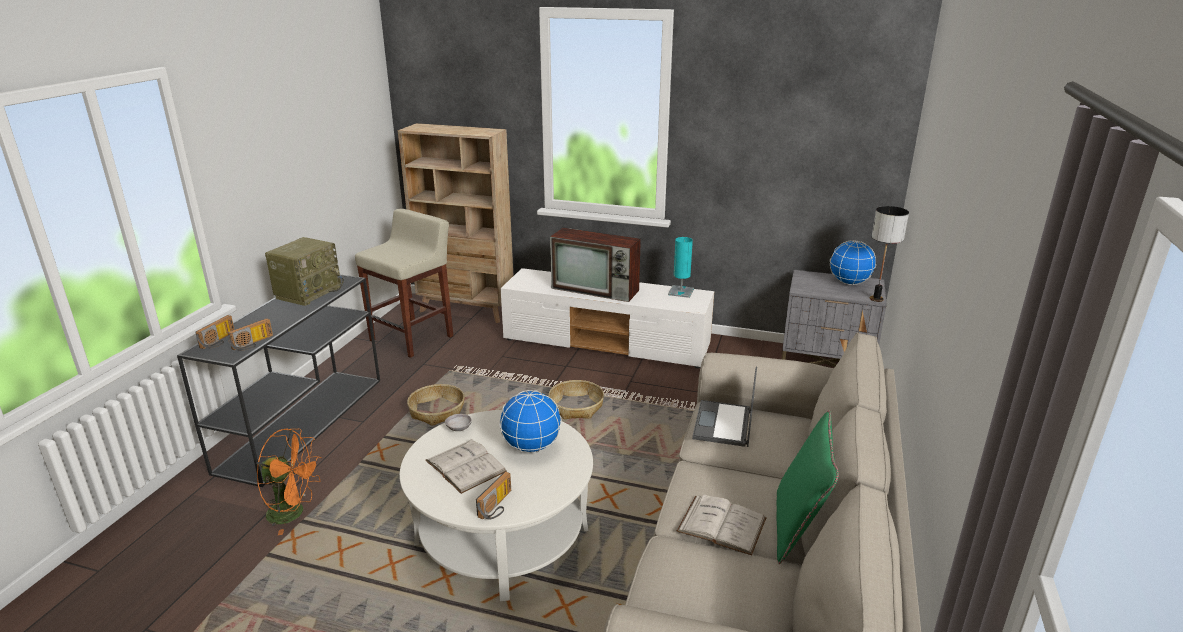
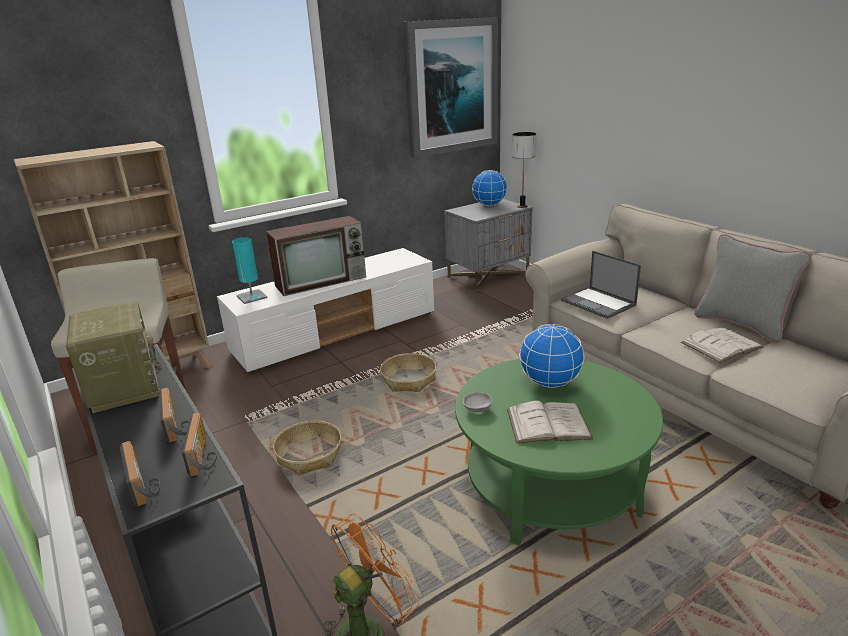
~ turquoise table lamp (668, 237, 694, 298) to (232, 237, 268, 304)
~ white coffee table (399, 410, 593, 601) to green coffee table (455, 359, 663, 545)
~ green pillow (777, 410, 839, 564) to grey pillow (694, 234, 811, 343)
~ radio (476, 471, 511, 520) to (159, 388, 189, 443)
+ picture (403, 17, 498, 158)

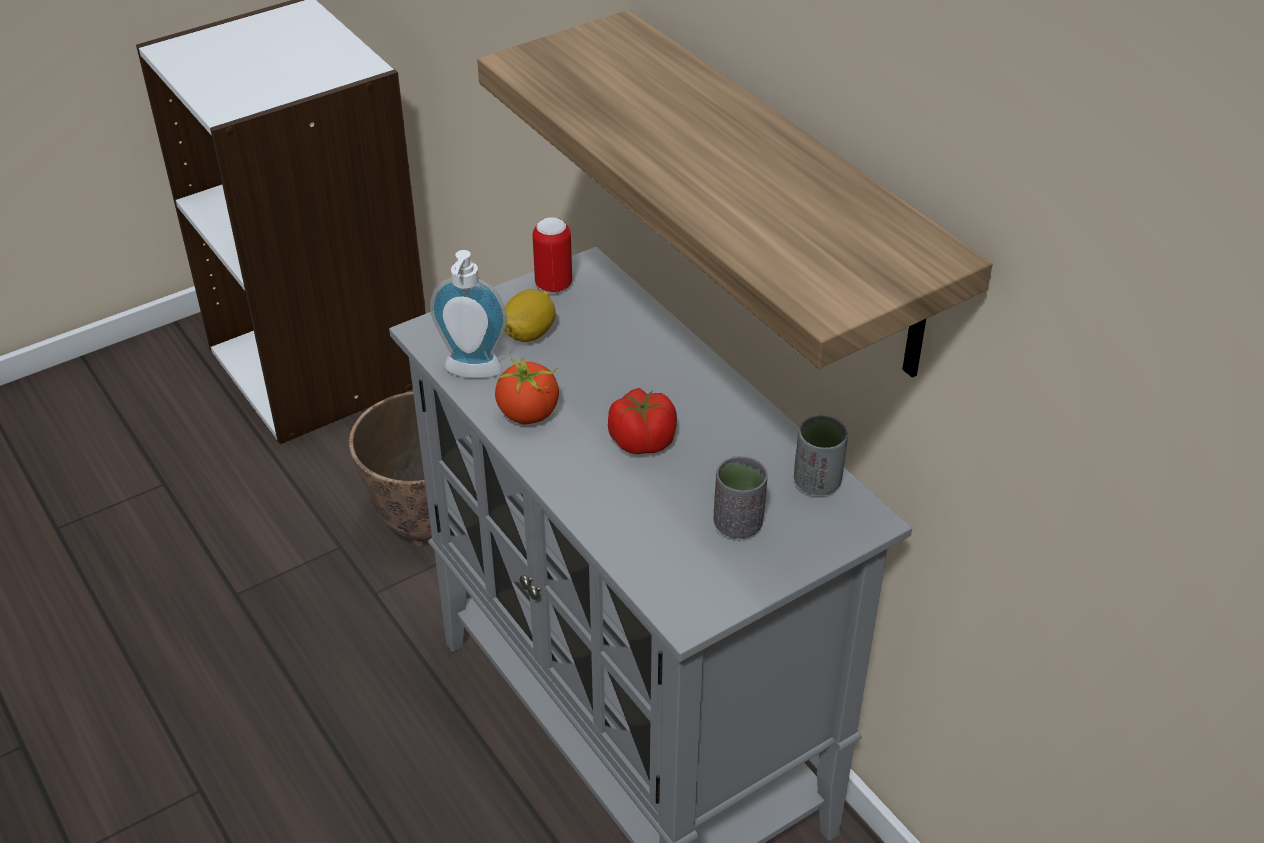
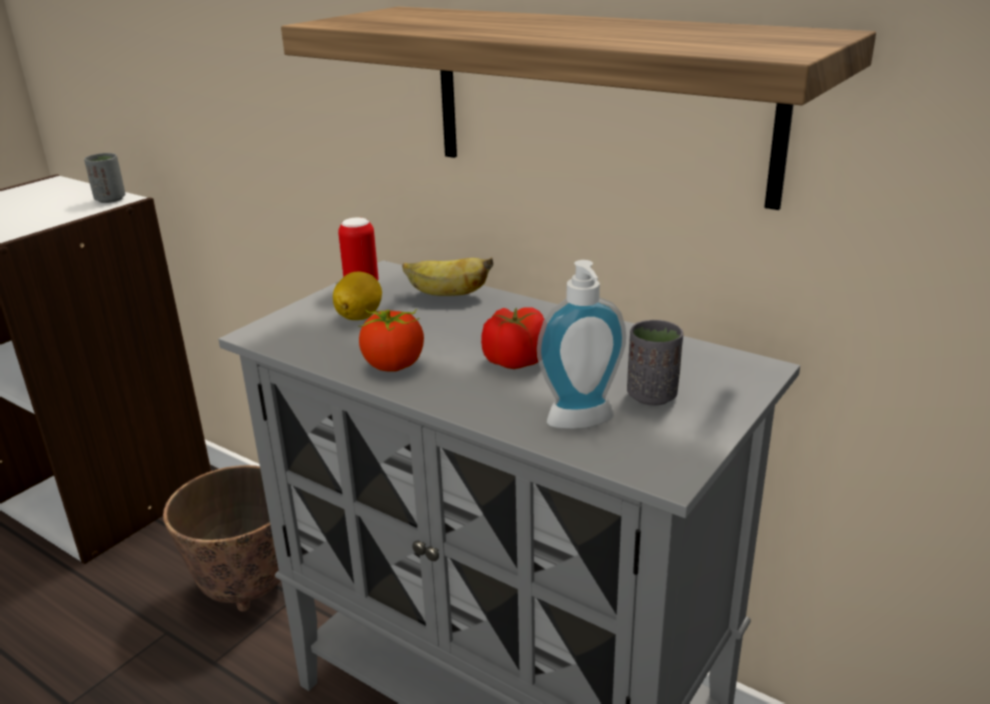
~ soap dispenser (430, 250, 507, 378) to (537, 260, 626, 429)
~ grey cup (794, 415, 848, 495) to (84, 153, 125, 203)
+ banana (402, 257, 493, 296)

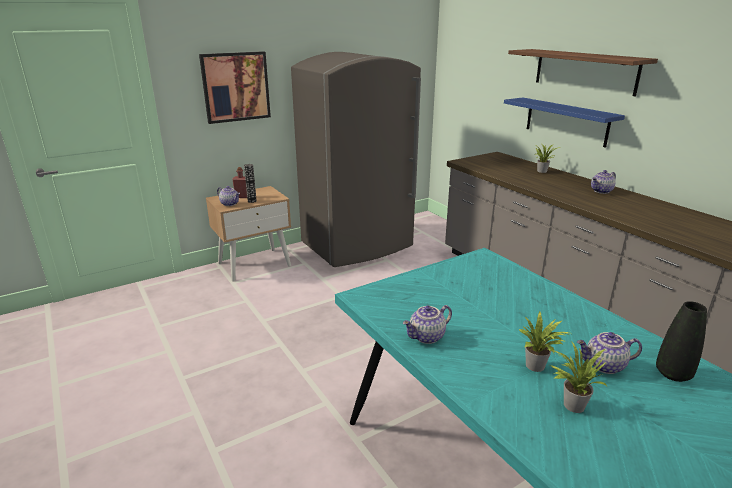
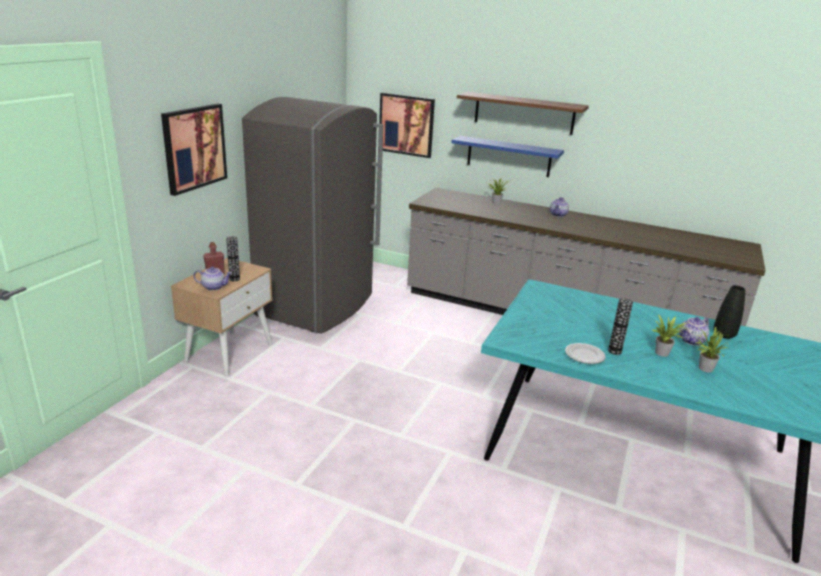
~ teapot (403, 305, 452, 344) to plate (565, 343, 606, 364)
+ picture (379, 93, 435, 158)
+ vase (608, 298, 633, 355)

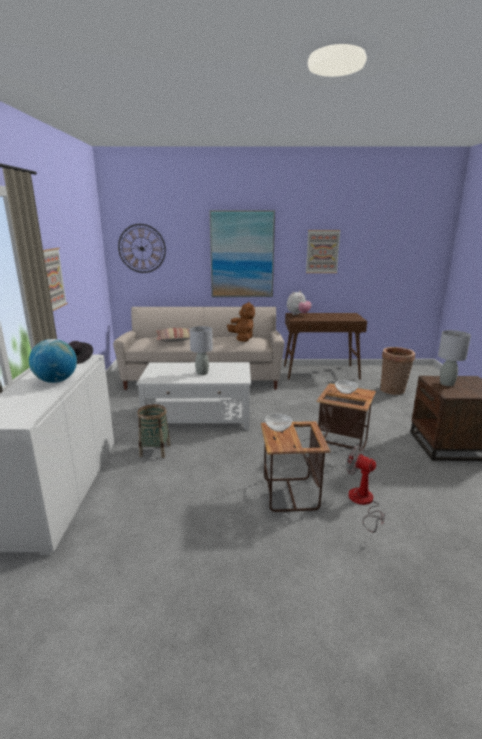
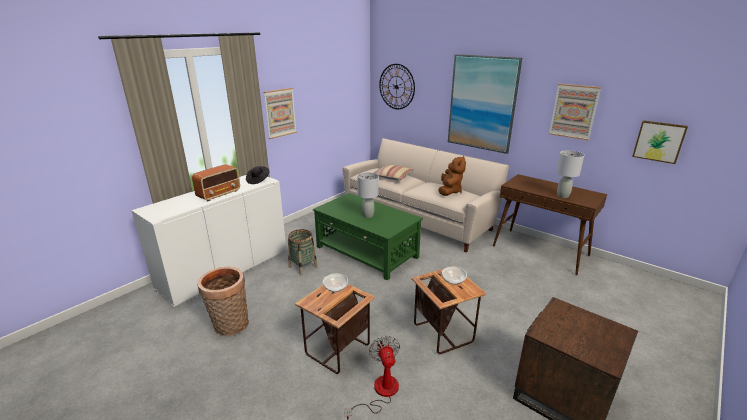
- plush toy (287, 291, 312, 315)
~ grey table lamp (438, 330, 471, 386) to (556, 150, 584, 198)
~ globe (29, 339, 77, 383) to radio (192, 164, 240, 201)
~ basket (380, 347, 415, 395) to (197, 267, 249, 336)
~ white coffee table (136, 362, 251, 430) to green coffee table (313, 193, 423, 281)
+ picture (632, 120, 688, 164)

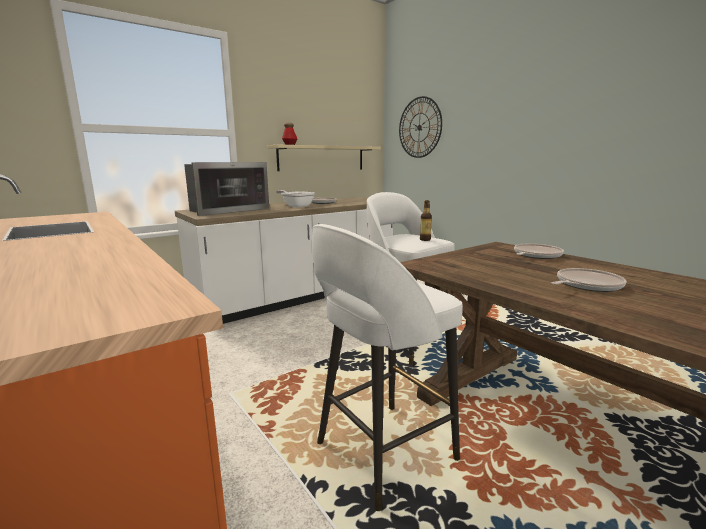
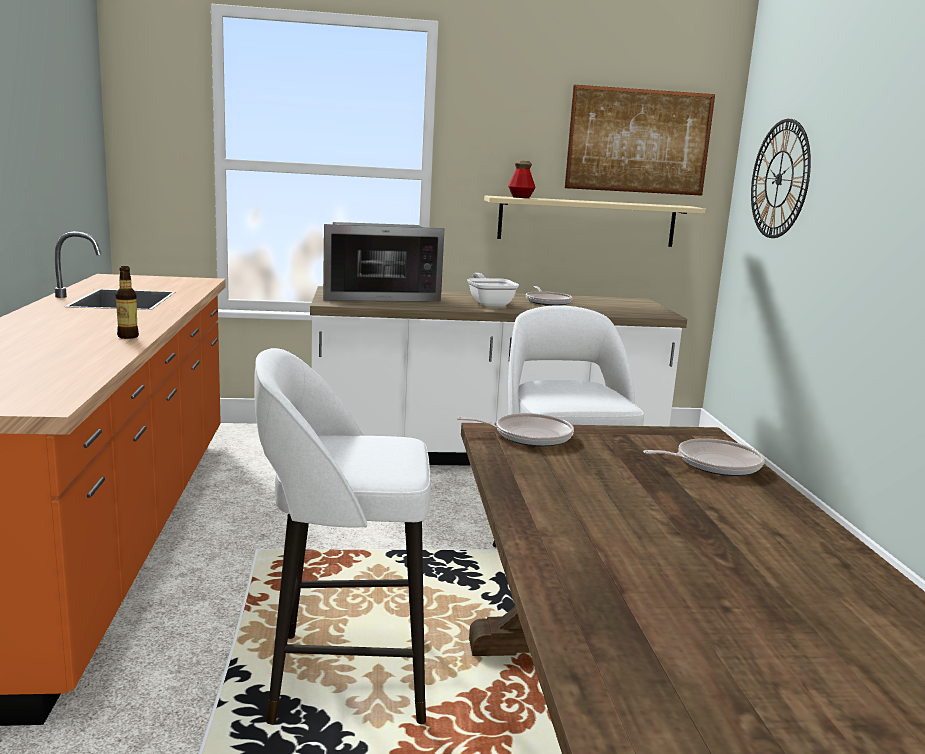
~ bottle (420, 200, 432, 241) to (116, 266, 139, 339)
~ frying pan (552, 268, 626, 292) to (457, 413, 574, 446)
+ picture (565, 85, 715, 196)

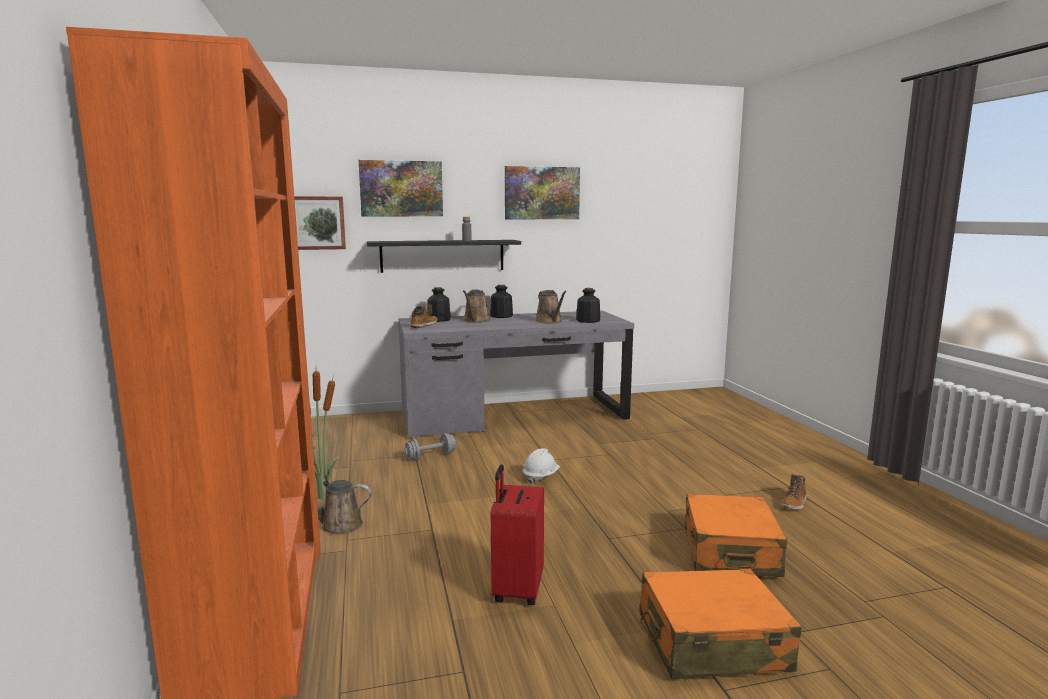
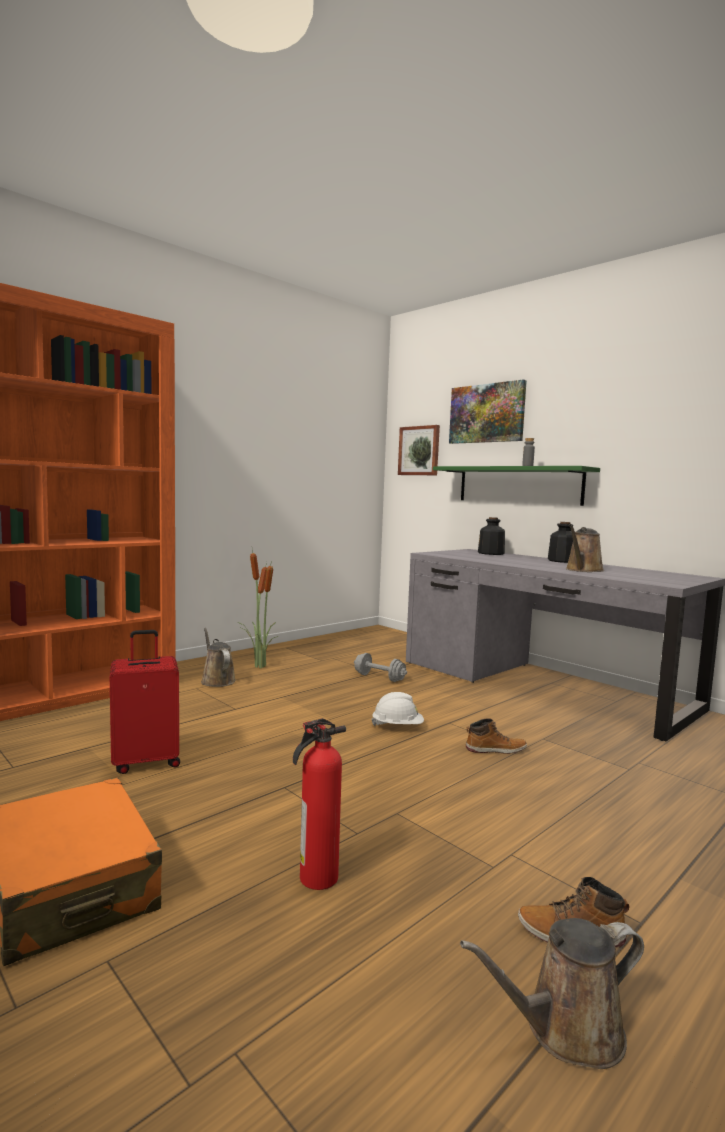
- picture (505, 166, 580, 219)
~ black shelf (367, 240, 521, 273) to green shelf (433, 466, 600, 506)
- bottle (576, 288, 600, 323)
~ brown watering can (463, 290, 490, 323) to (460, 918, 644, 1069)
~ boot (410, 306, 437, 328) to (466, 718, 527, 754)
~ orange suitcase (684, 494, 787, 577) to fire extinguisher (293, 718, 346, 890)

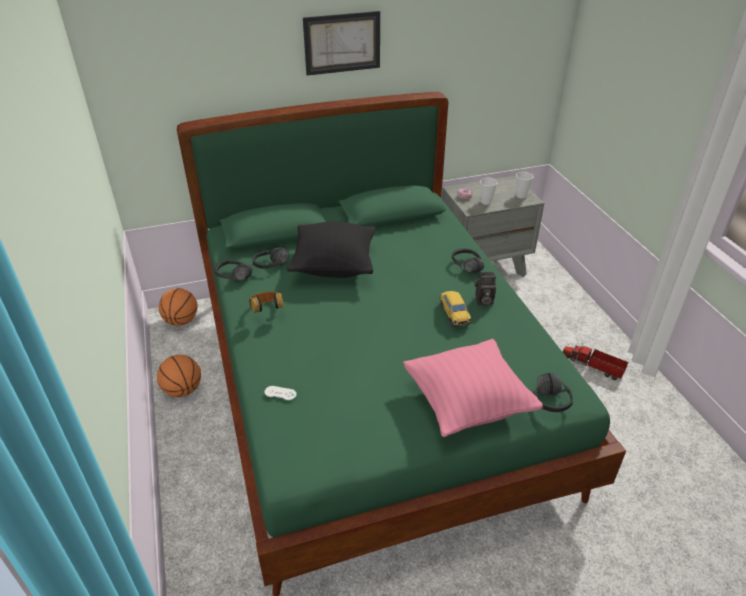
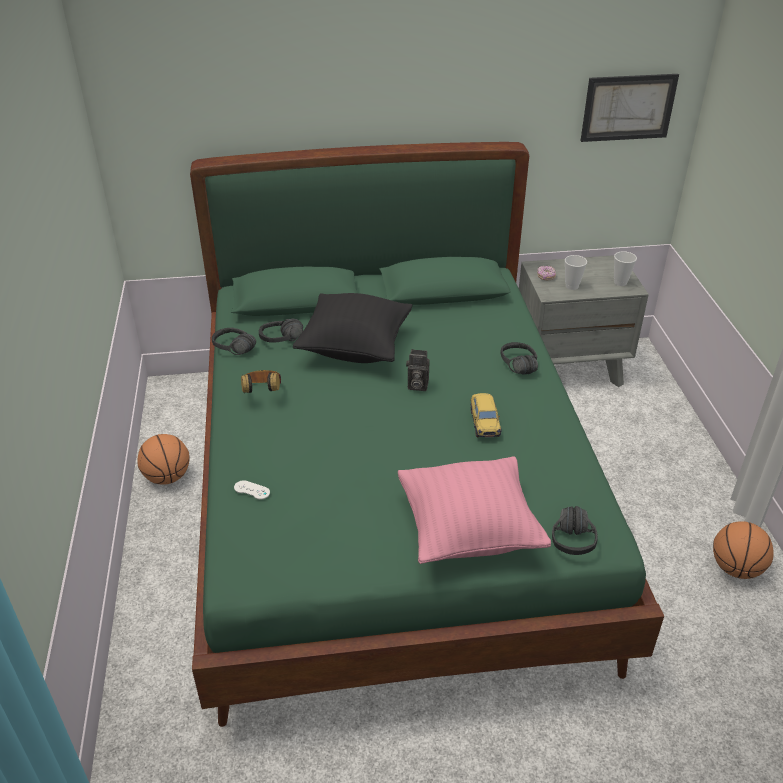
~ picture (303, 11, 380, 76) to (581, 74, 679, 142)
~ photo camera (474, 272, 496, 306) to (406, 349, 430, 391)
~ basketball (159, 288, 198, 326) to (713, 521, 774, 579)
- toy truck (563, 343, 628, 380)

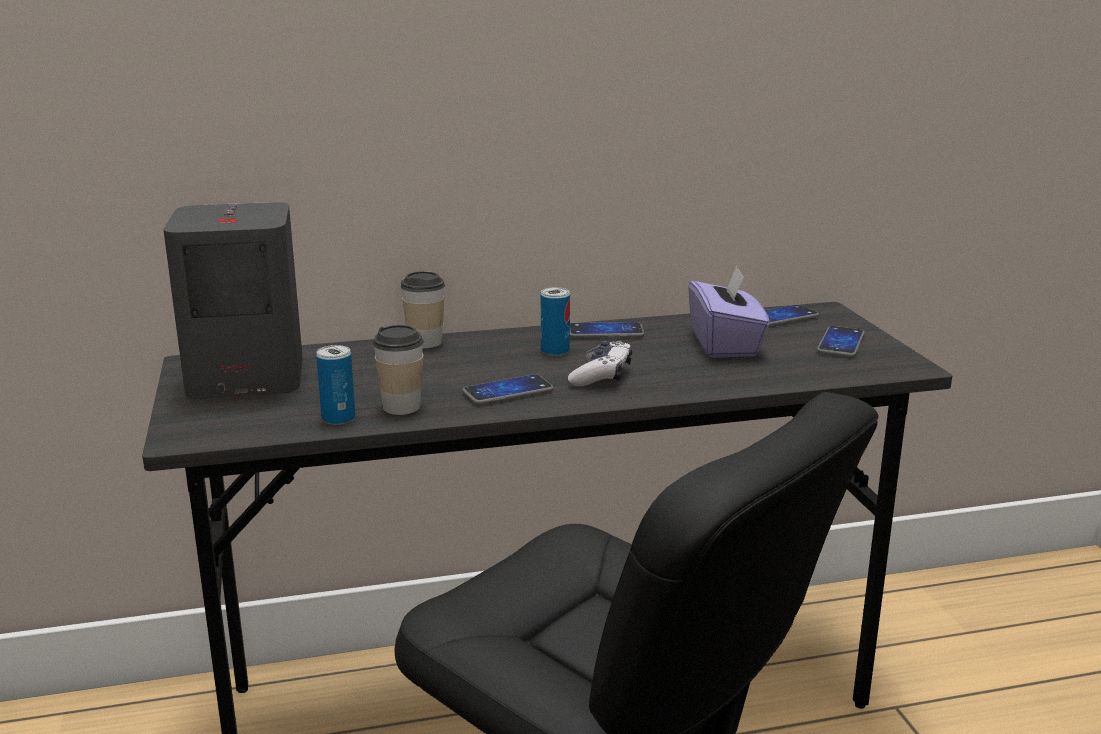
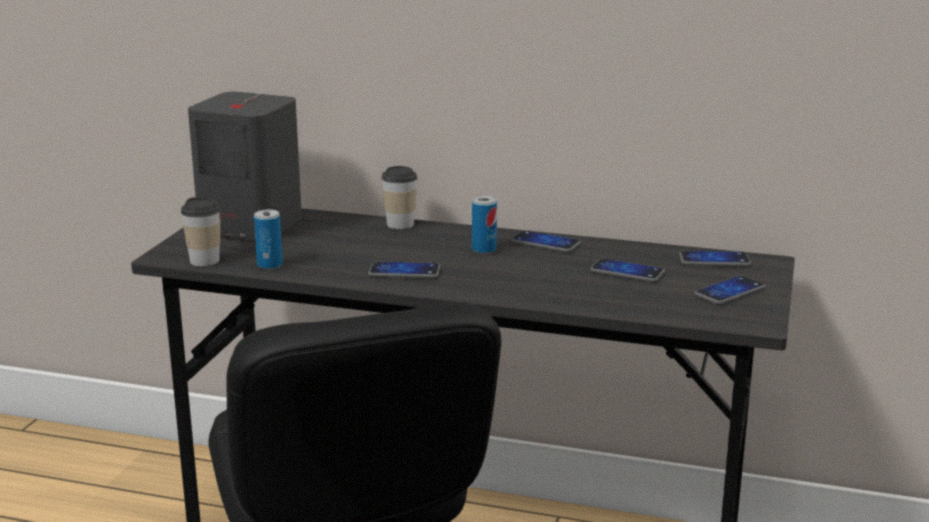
~ purple tissue box (688, 266, 770, 358) to phone (590, 258, 665, 282)
~ cup (373, 325, 424, 415) to (181, 197, 220, 266)
- game controller (568, 340, 632, 386)

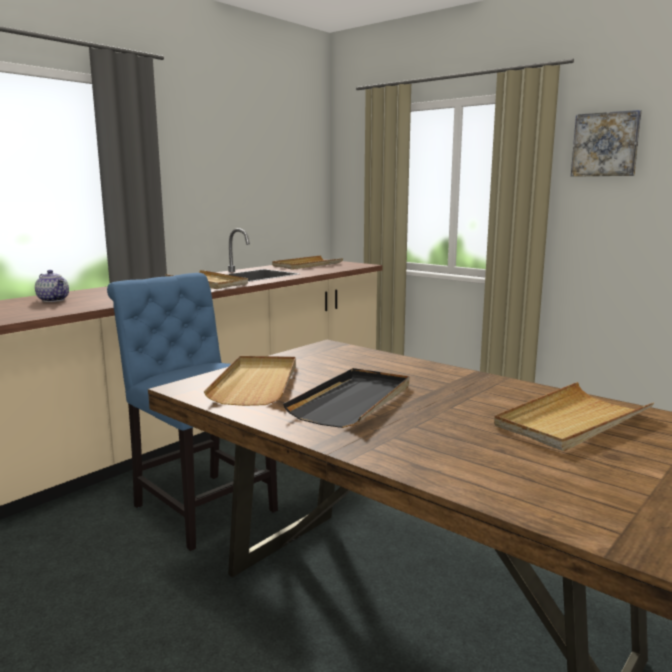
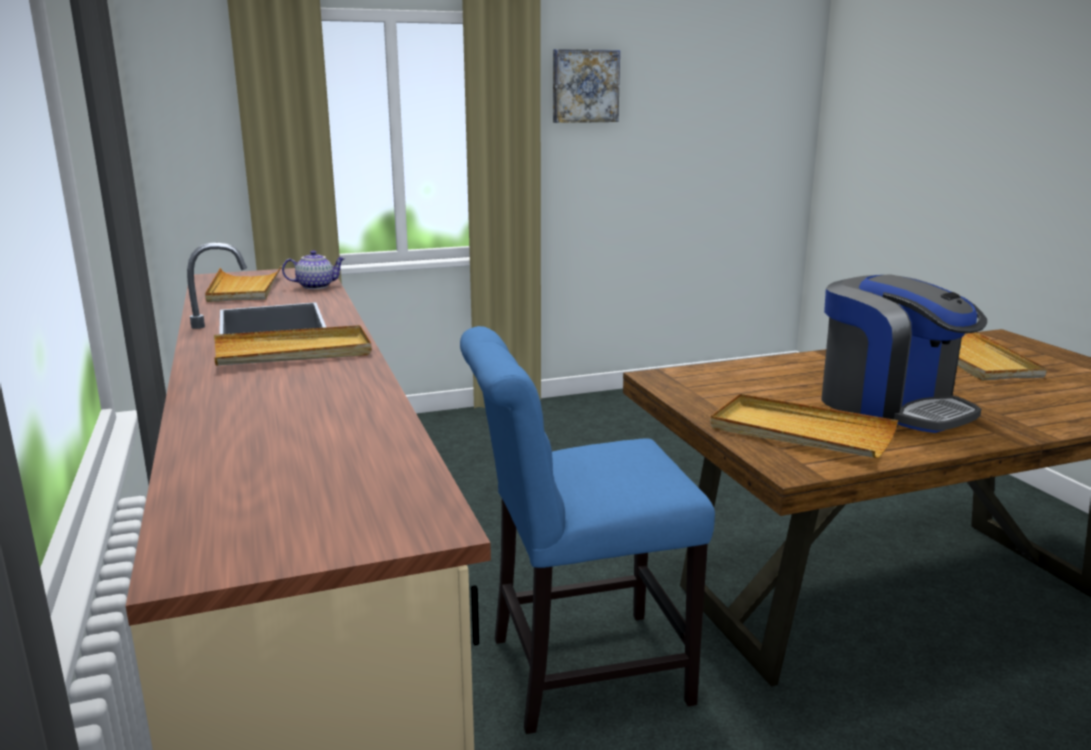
~ teapot (35, 270, 69, 302) to (282, 250, 346, 289)
~ black tray (283, 368, 409, 428) to coffee machine (821, 274, 987, 433)

